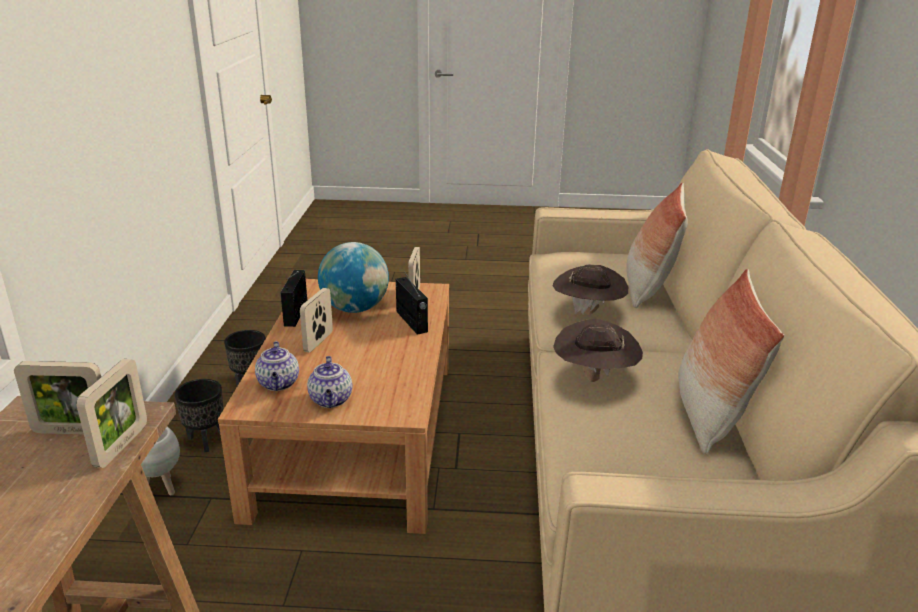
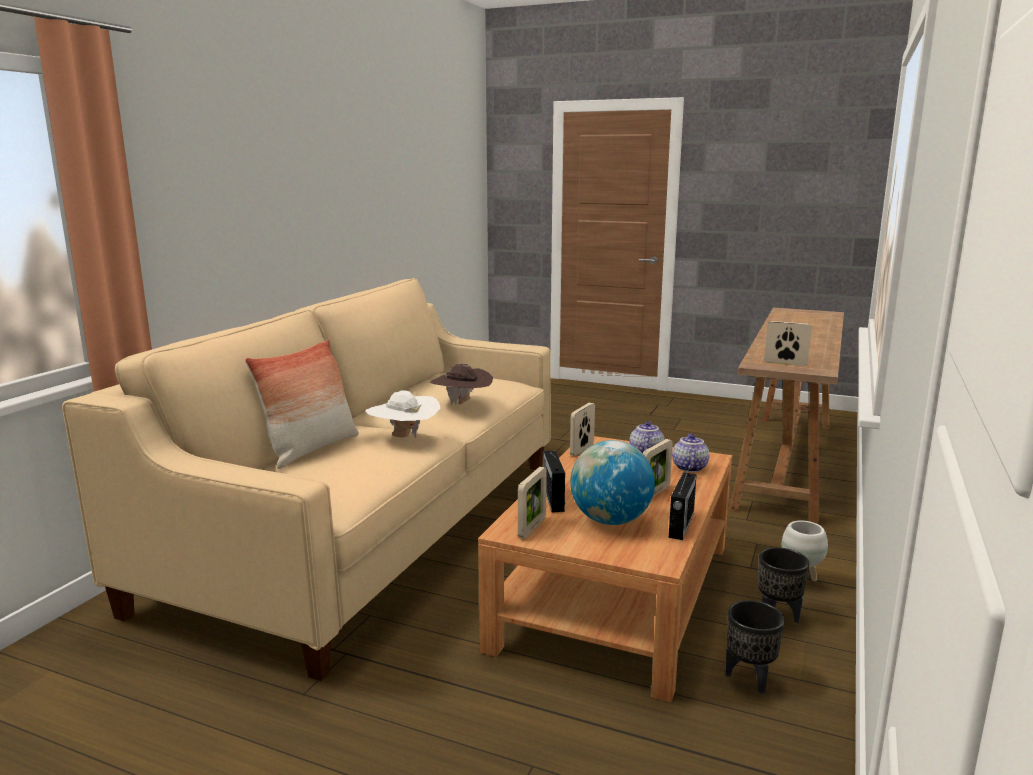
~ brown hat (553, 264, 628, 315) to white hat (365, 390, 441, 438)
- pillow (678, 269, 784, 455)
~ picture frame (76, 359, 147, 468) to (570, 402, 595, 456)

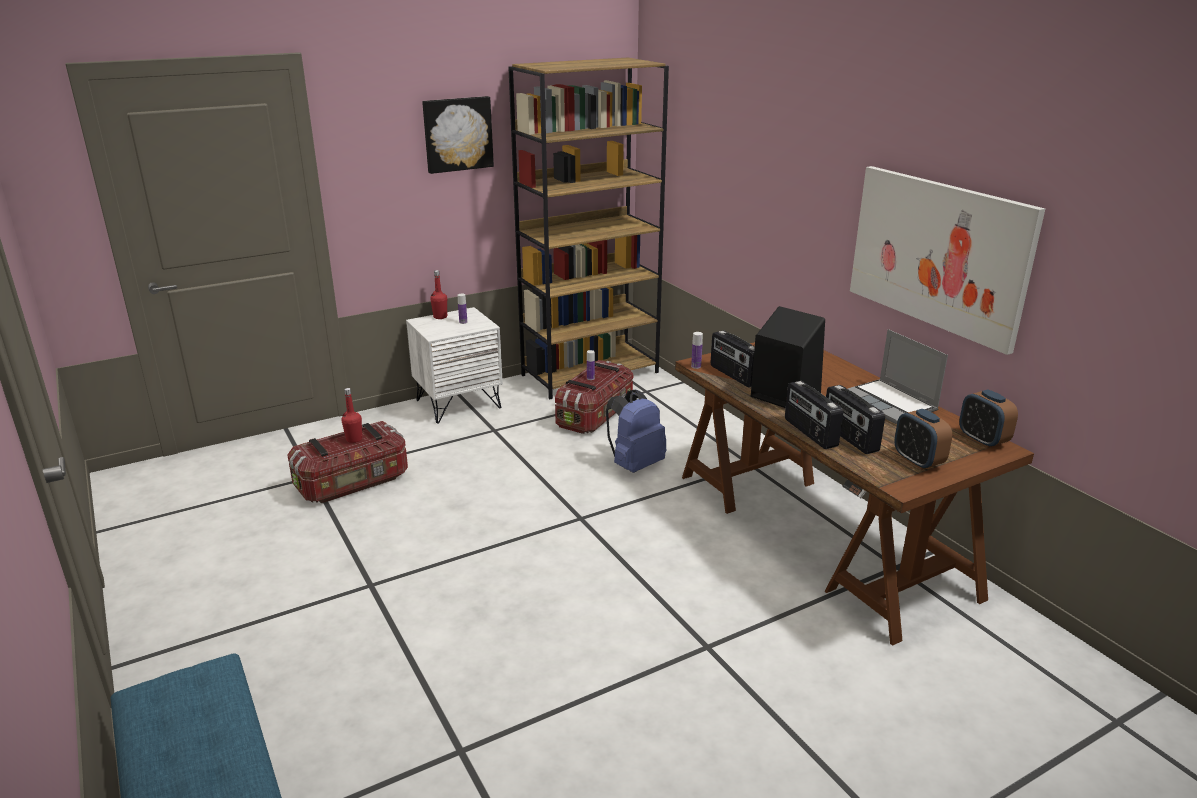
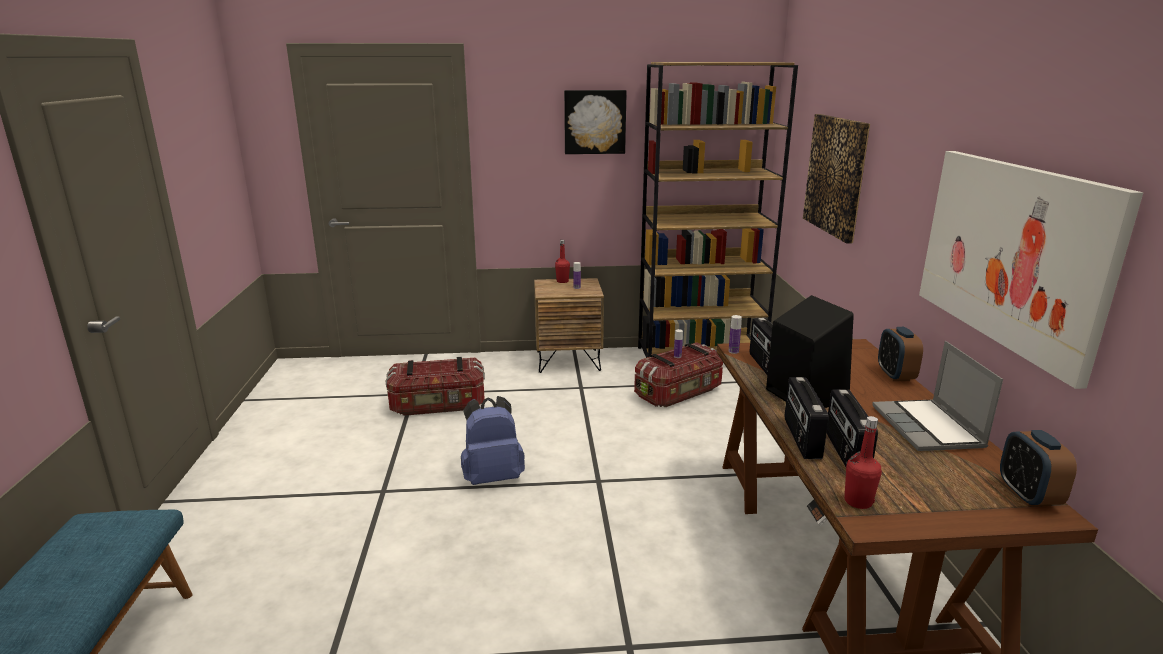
~ white nightstand (406, 307, 503, 423) to brown nightstand (534, 278, 604, 373)
~ red bottle (341, 388, 362, 443) to (844, 416, 882, 509)
~ blue backpack (606, 390, 666, 473) to (461, 396, 525, 485)
~ alarm clock (894, 409, 952, 470) to (878, 327, 923, 381)
+ picture (803, 114, 870, 243)

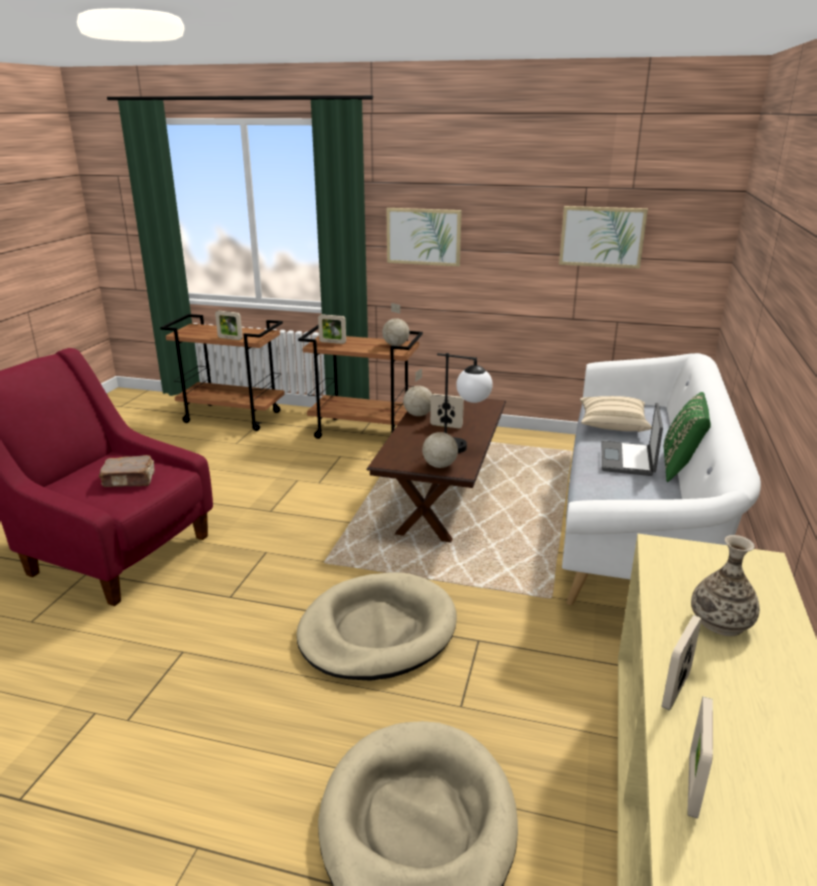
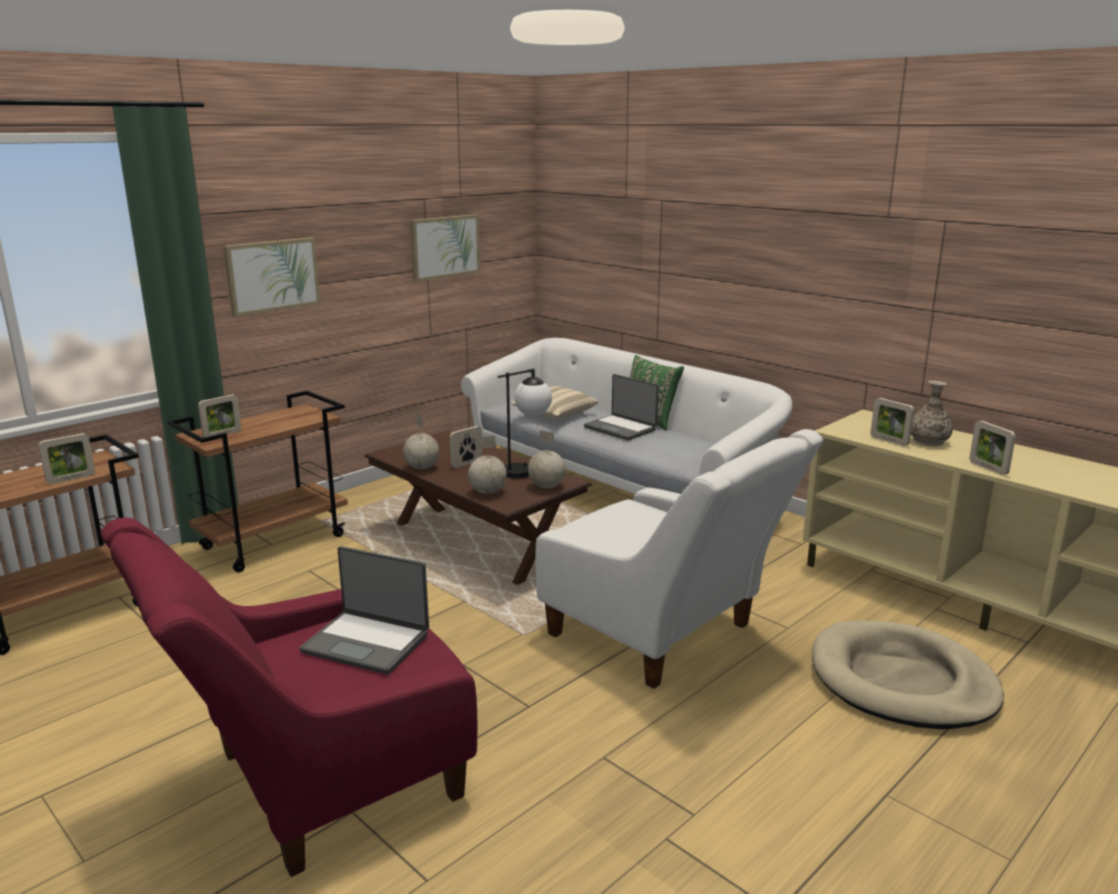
~ globe (382, 303, 409, 346) to (468, 435, 507, 494)
~ brown book (99, 455, 155, 487) to laptop (299, 546, 429, 674)
~ beige dog bed (297, 572, 457, 681) to white armchair (535, 429, 823, 689)
~ picture frame (687, 696, 713, 819) to (870, 398, 914, 446)

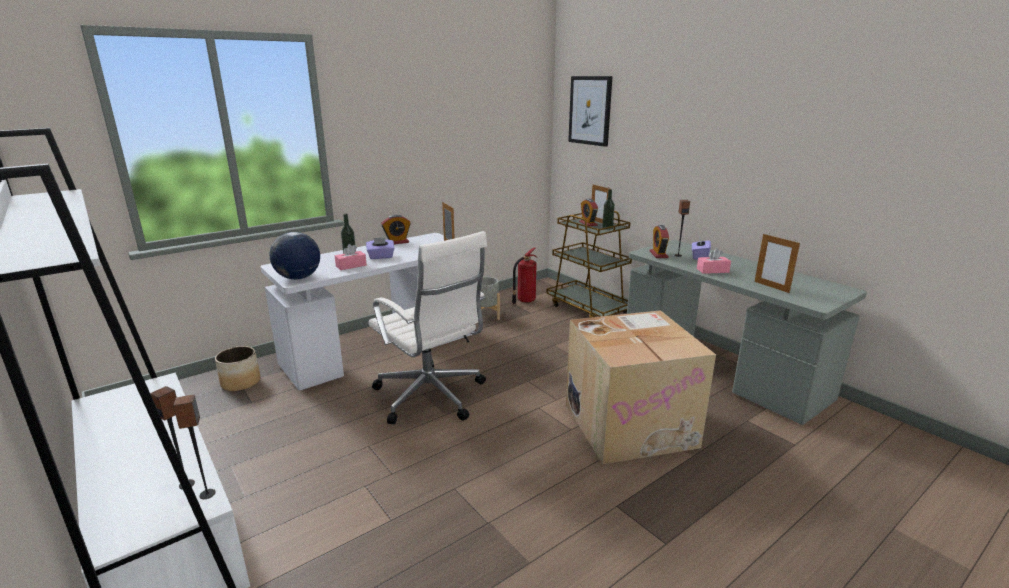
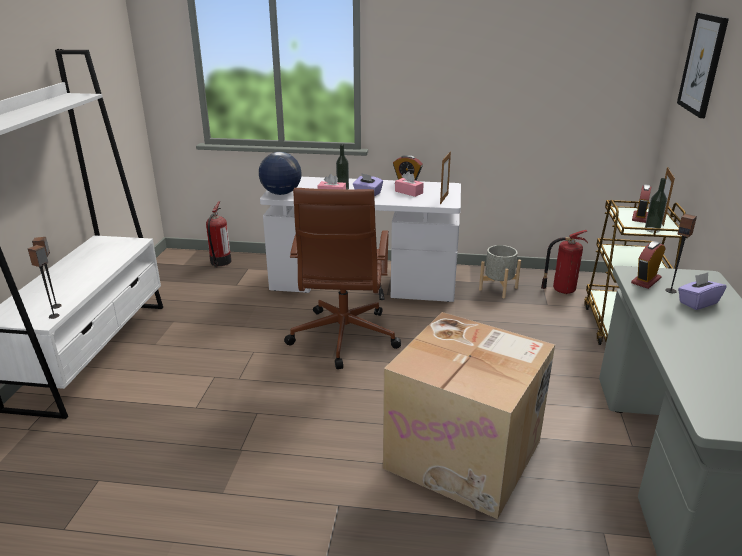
~ white office chair (368, 231, 487, 424) to brown office chair (284, 188, 401, 369)
- picture frame (755, 233, 800, 293)
~ pink tissue box (697, 248, 731, 274) to (395, 171, 424, 197)
- planter (215, 346, 261, 391)
+ fire extinguisher (206, 201, 231, 268)

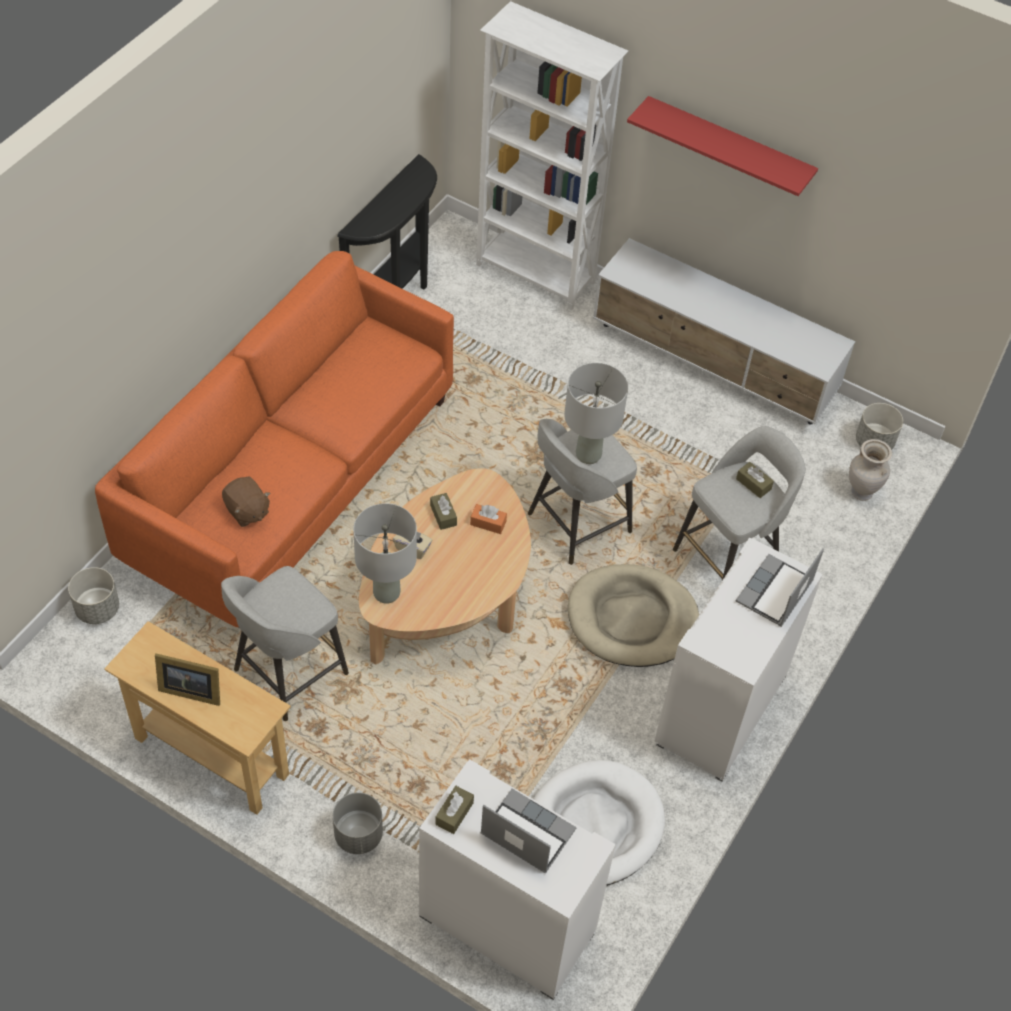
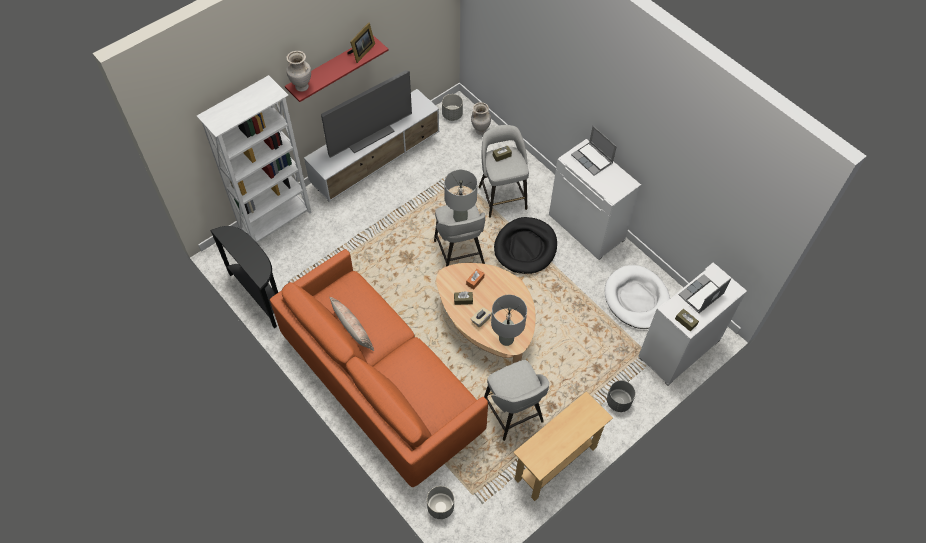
- brown plush toy (222, 477, 270, 527)
~ beige dog bed (568, 564, 699, 667) to black dog bed (494, 217, 557, 274)
~ picture frame (155, 653, 220, 706) to (347, 23, 375, 63)
+ beige vase (286, 51, 311, 92)
+ television (321, 70, 412, 158)
+ pillow (329, 297, 374, 351)

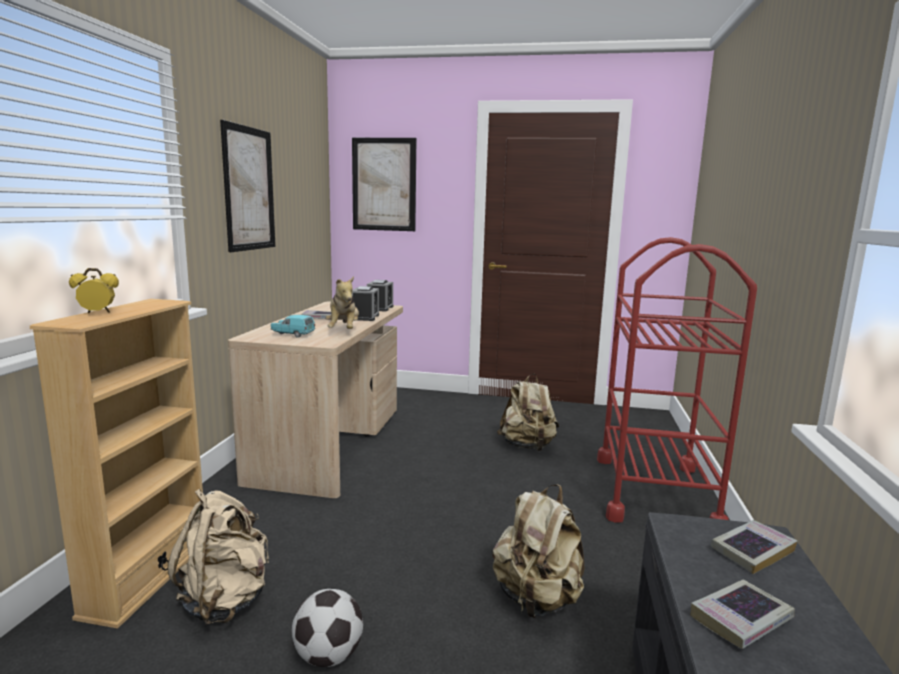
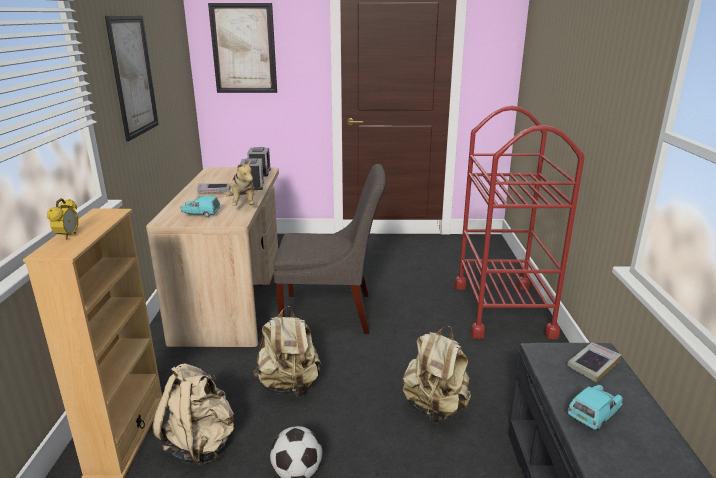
~ alarm clock (69, 268, 119, 313) = (47, 198, 78, 240) 120 degrees clockwise
~ beige backpack (497, 373, 559, 451) to (253, 306, 322, 397)
~ book (690, 580, 795, 649) to turquoise toy car (568, 385, 623, 430)
+ grey chair (273, 164, 386, 334)

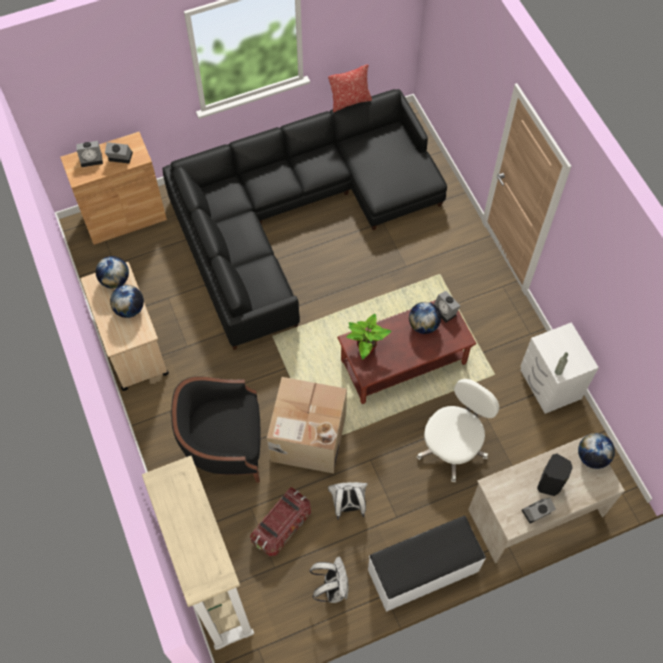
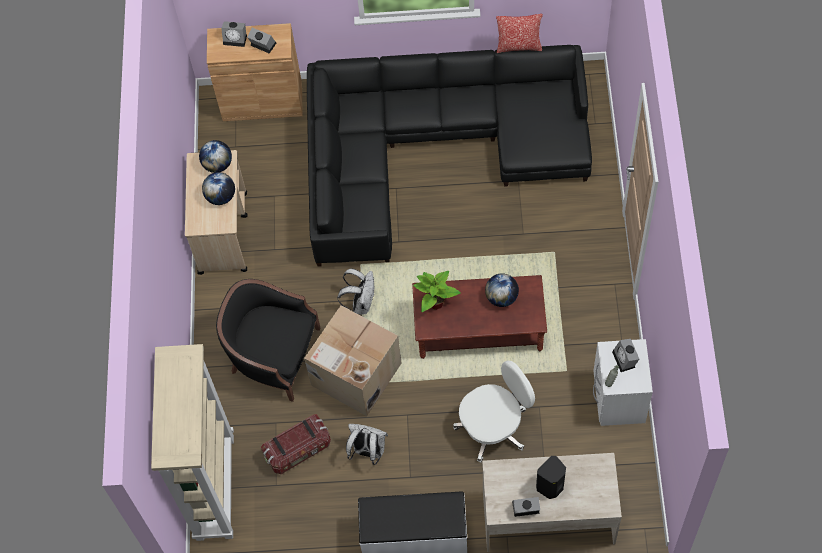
~ alarm clock (434, 291, 460, 323) to (612, 339, 639, 372)
- globe (578, 433, 615, 469)
~ white backpack (309, 556, 348, 603) to (337, 268, 375, 315)

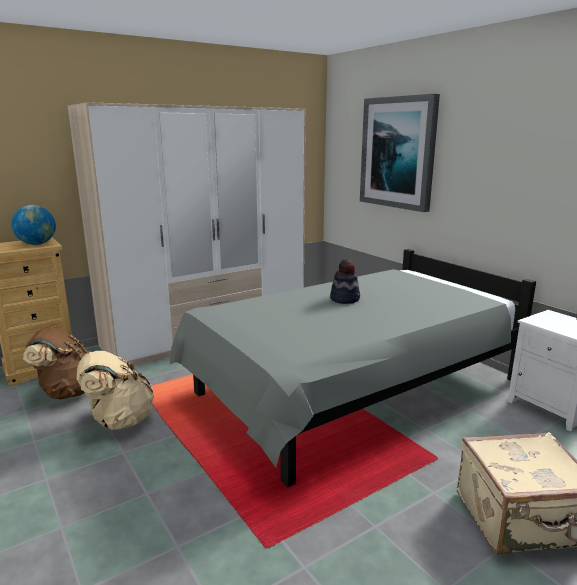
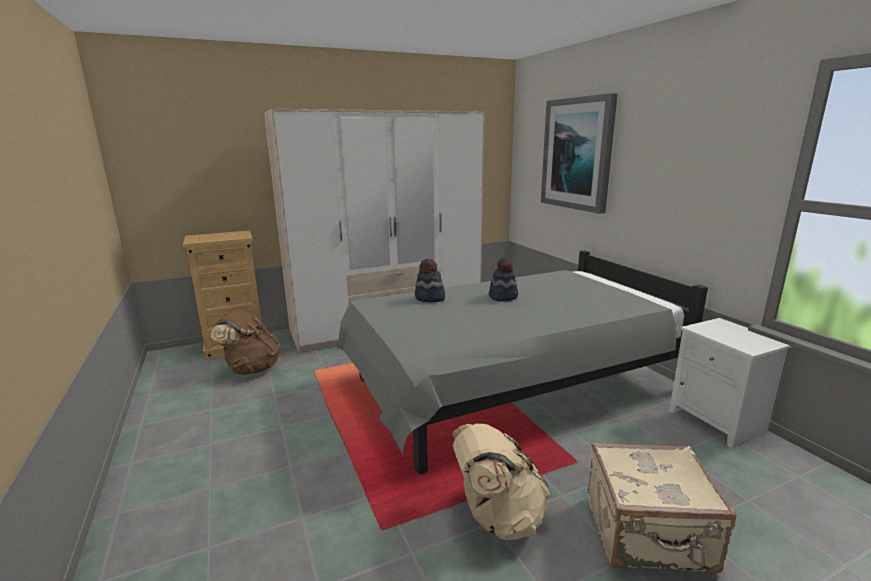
- globe (11, 205, 56, 245)
~ beige backpack (77, 351, 154, 430) to (452, 423, 551, 540)
+ hat (415, 259, 445, 302)

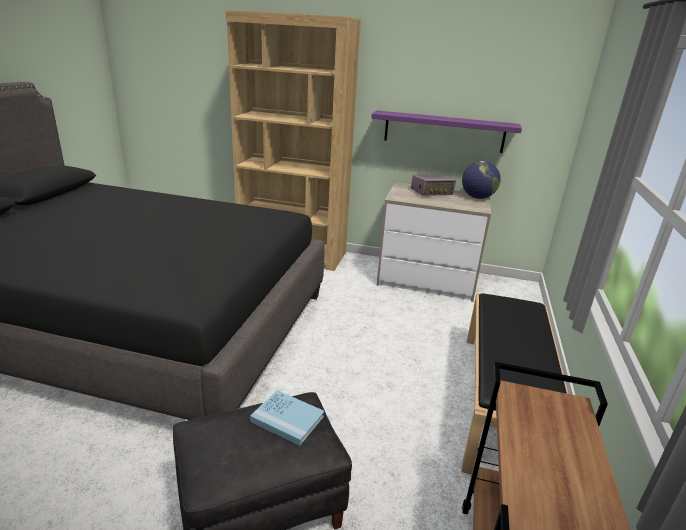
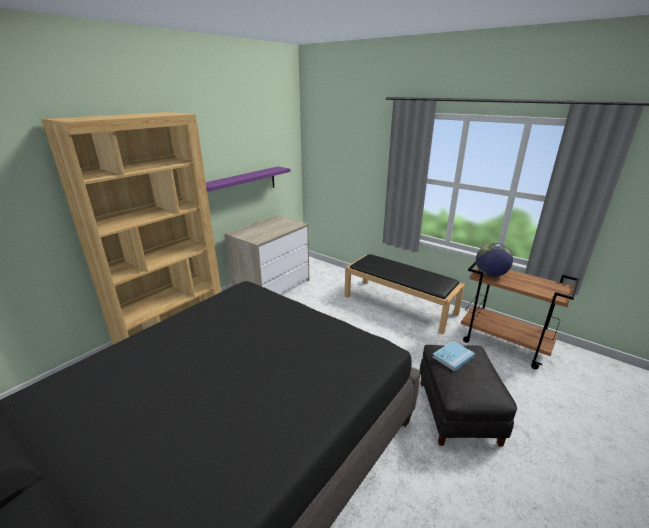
~ globe (462, 161, 501, 199) to (476, 243, 513, 277)
- radio (411, 174, 456, 196)

